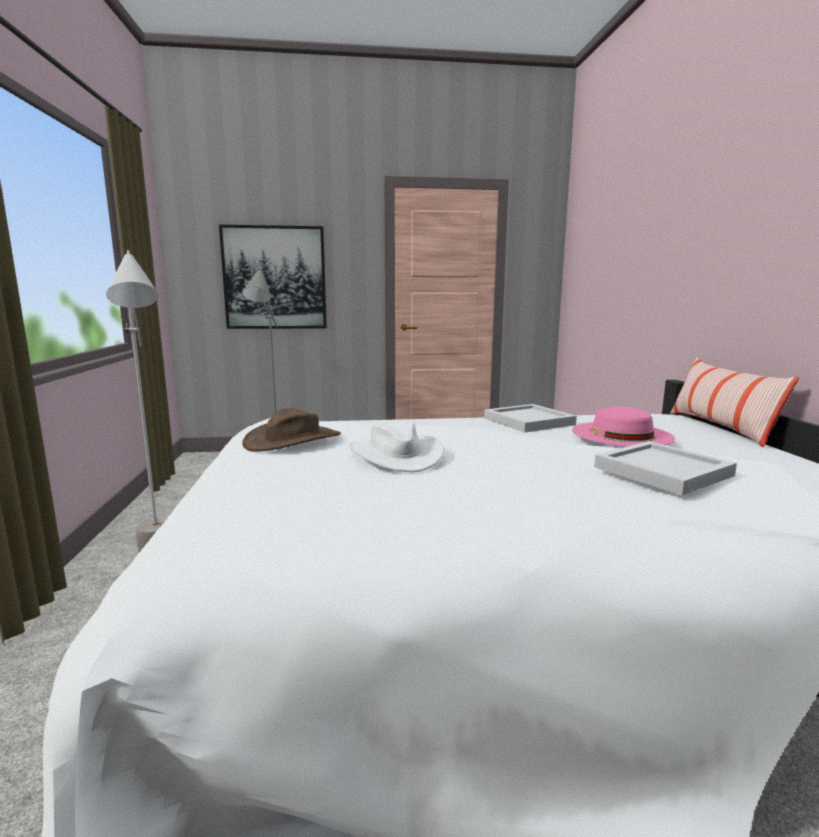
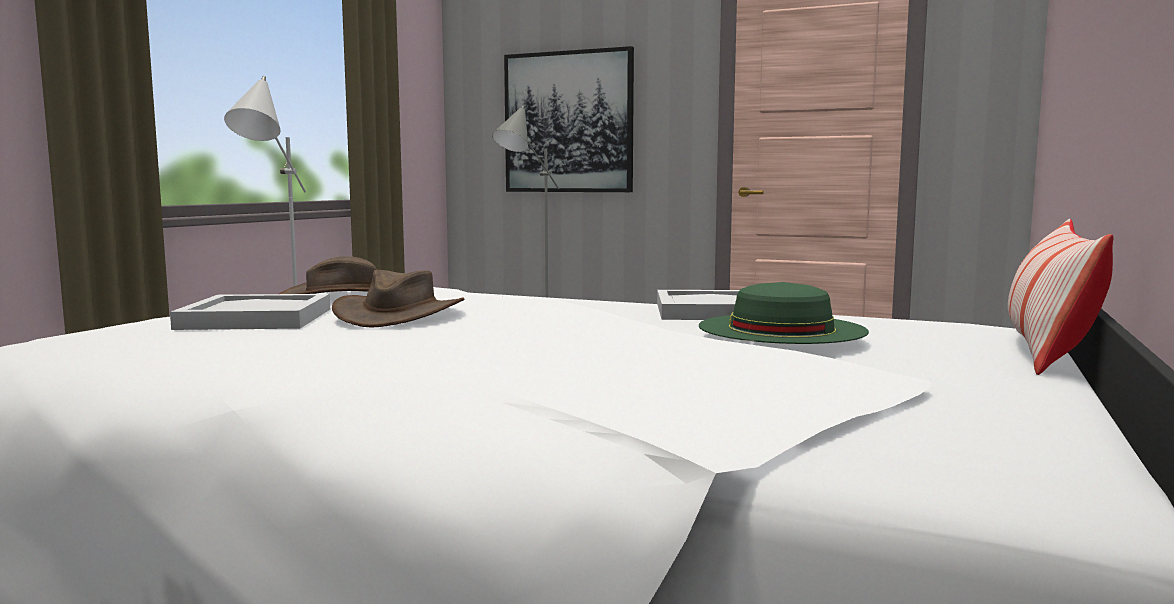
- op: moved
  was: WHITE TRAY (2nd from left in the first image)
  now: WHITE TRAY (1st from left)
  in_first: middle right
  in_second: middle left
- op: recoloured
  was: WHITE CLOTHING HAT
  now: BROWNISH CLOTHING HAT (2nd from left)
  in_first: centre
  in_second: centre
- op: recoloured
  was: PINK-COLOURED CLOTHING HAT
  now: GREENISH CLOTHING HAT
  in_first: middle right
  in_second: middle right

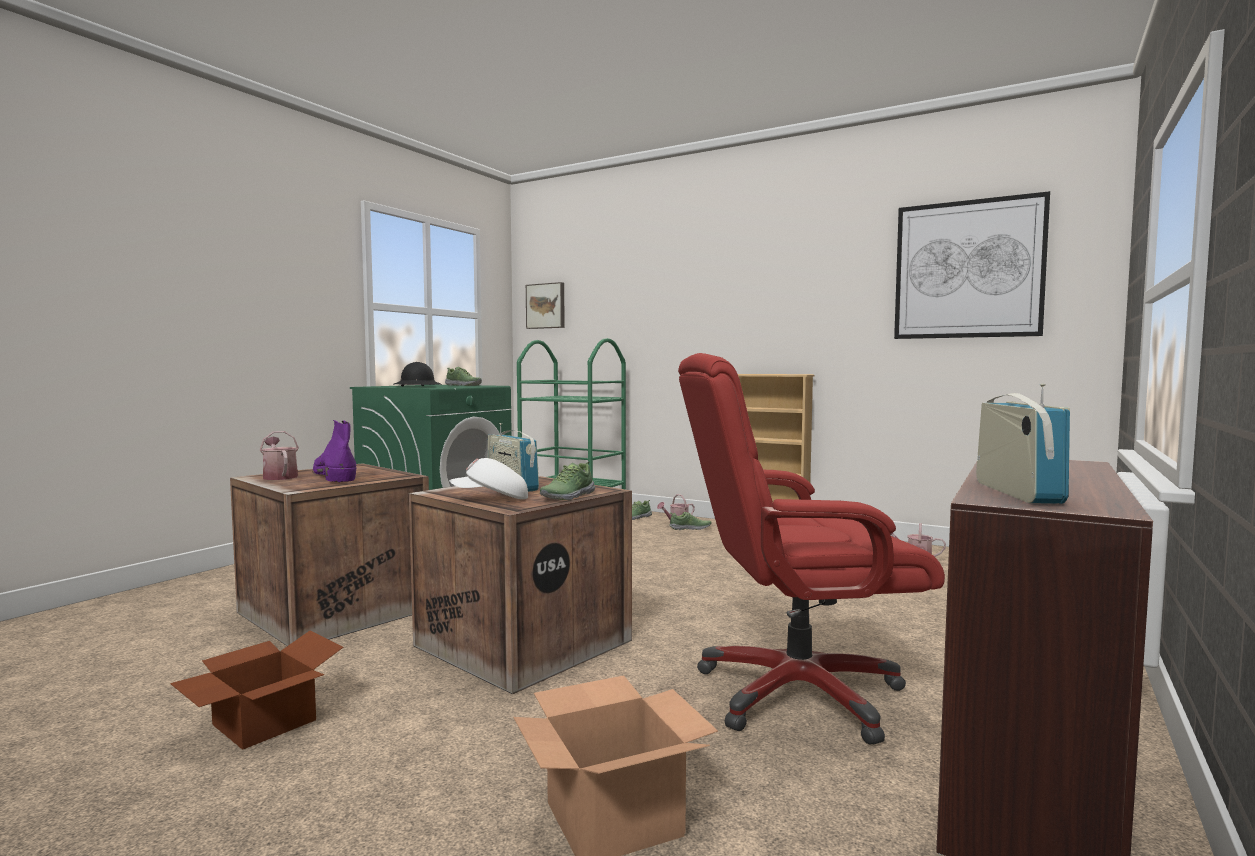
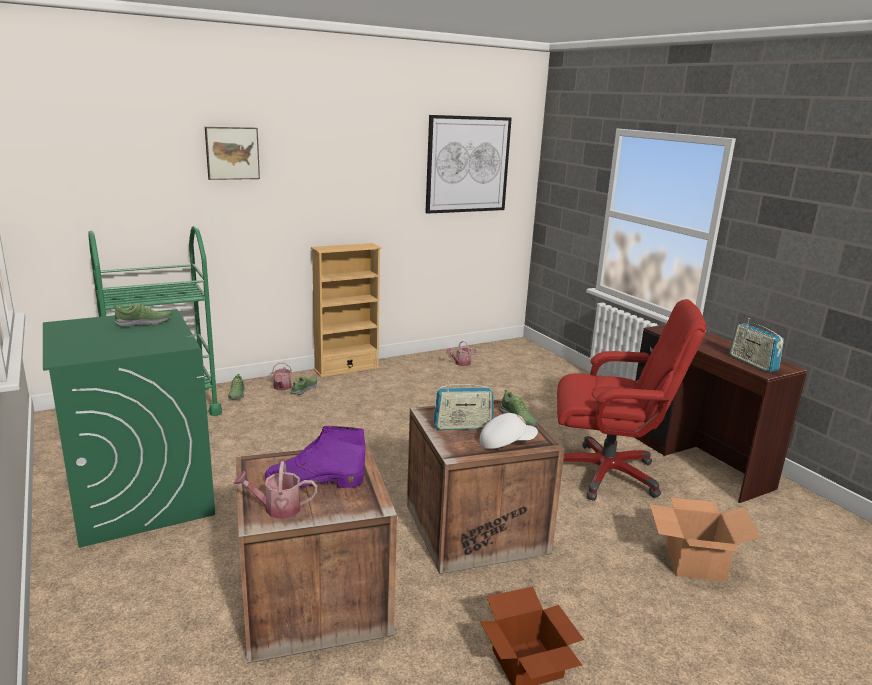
- op: moved
  was: WALL PICTURE (1st from left)
  in_first: centre
  in_second: top left
- op: turned
  was: WHITE PEAKED CAP
  in_first: centre
  in_second: centre
  clockwise: -120
- op: turned
  was: RED DESK CHAIR
  in_first: centre
  in_second: middle right
  clockwise: -105
- op: turned
  was: RADIO SET (2nd from left)
  in_first: middle right
  in_second: middle right
  clockwise: -150
- op: removed
  was: BLACK SAFETY HELMET
  in_first: middle left

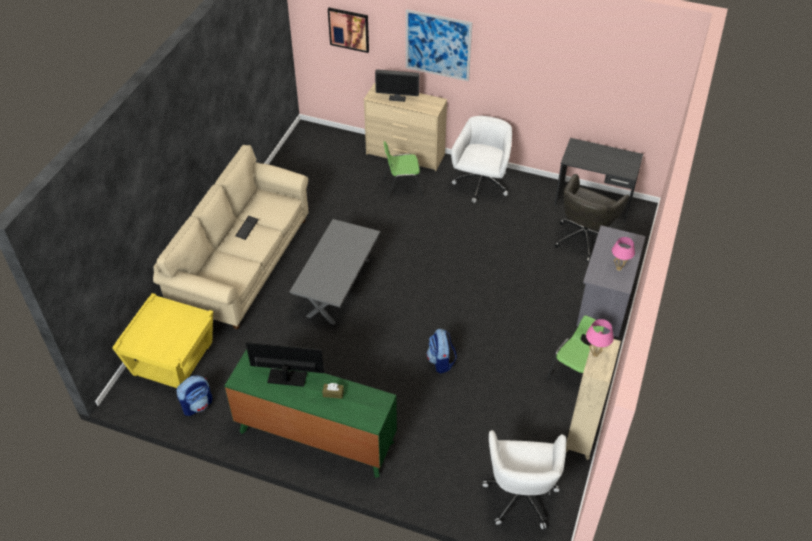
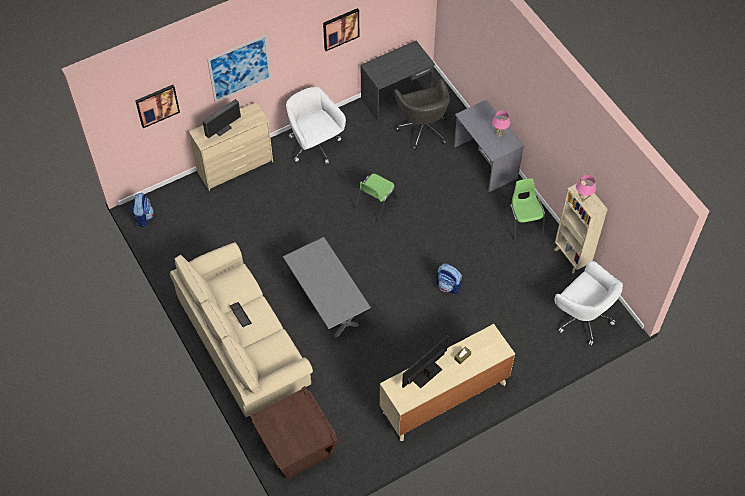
- op: moved
  was: RUCKSACK (1st from left)
  in_first: bottom left
  in_second: middle left
- op: recoloured
  was: YELLOWISH SIDE TABLE
  now: BROWNISH SIDE TABLE
  in_first: middle left
  in_second: bottom centre
- op: added
  now: WALL PICTURE (3rd from left)
  in_second: top centre
- op: moved
  was: GREENISH CHAIR (1st from left)
  in_first: top centre
  in_second: centre
- op: recoloured
  was: GREENISH CHEST OF DRAWERS
  now: SAND-COLOURED CHEST OF DRAWERS (2nd from left)
  in_first: bottom centre
  in_second: bottom centre

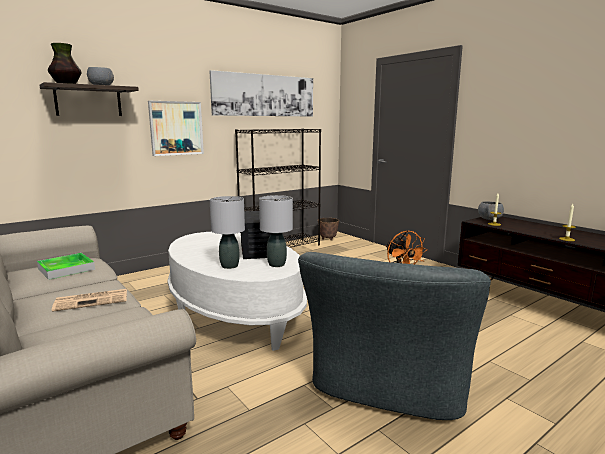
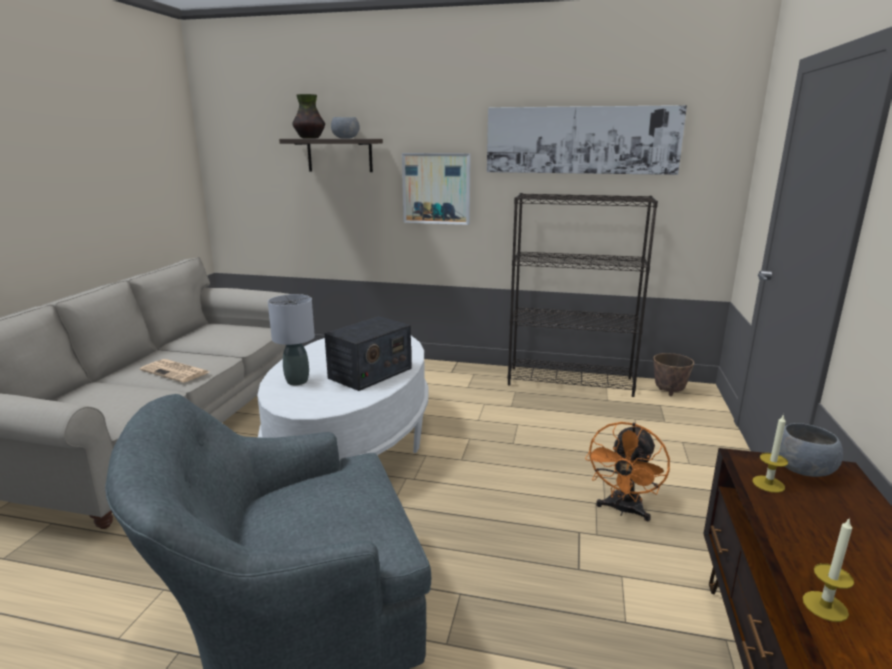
- op: removed
  was: TRAY
  in_first: middle left
- op: removed
  was: GRAY TABLETOP LAMP (2nd from left)
  in_first: centre

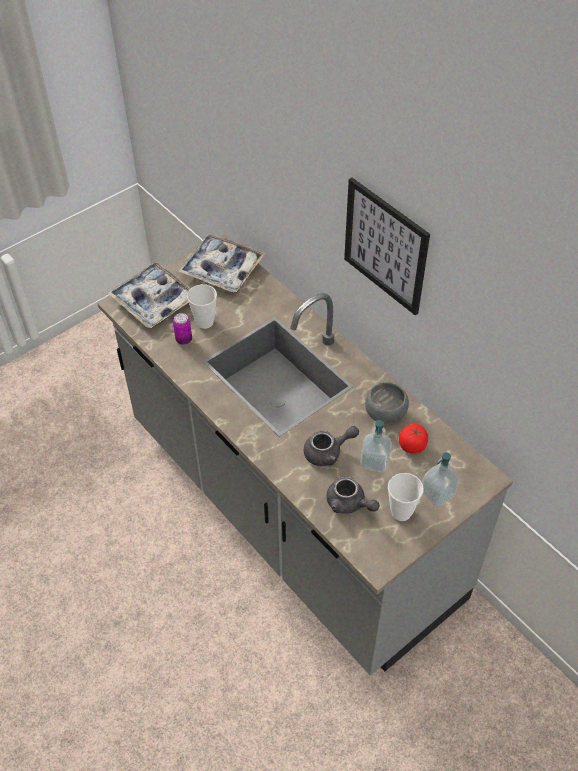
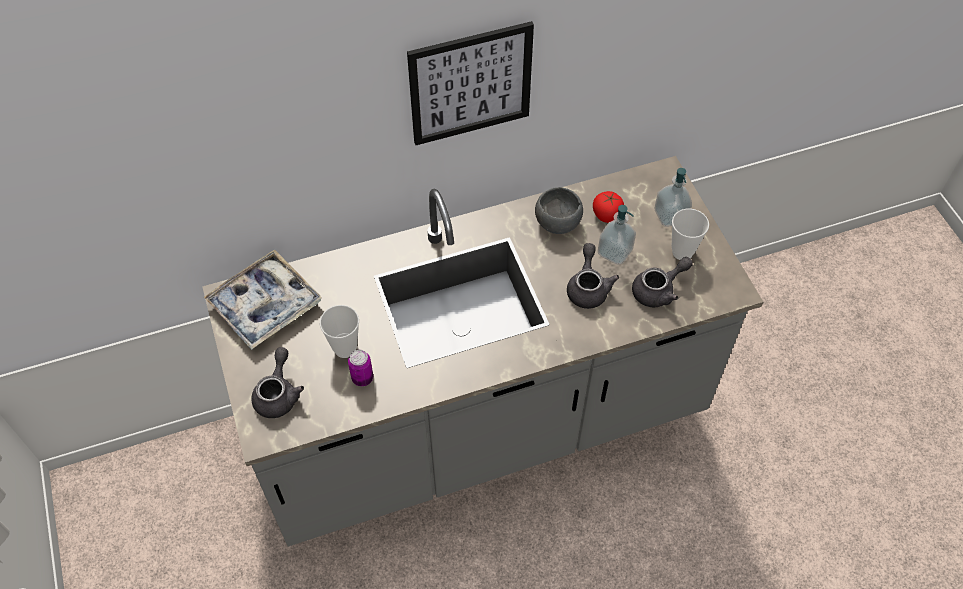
- op: replaced
  was: TRAY (1st from left)
  now: GRAY TEA POT (1st from left)
  in_first: middle left
  in_second: middle left

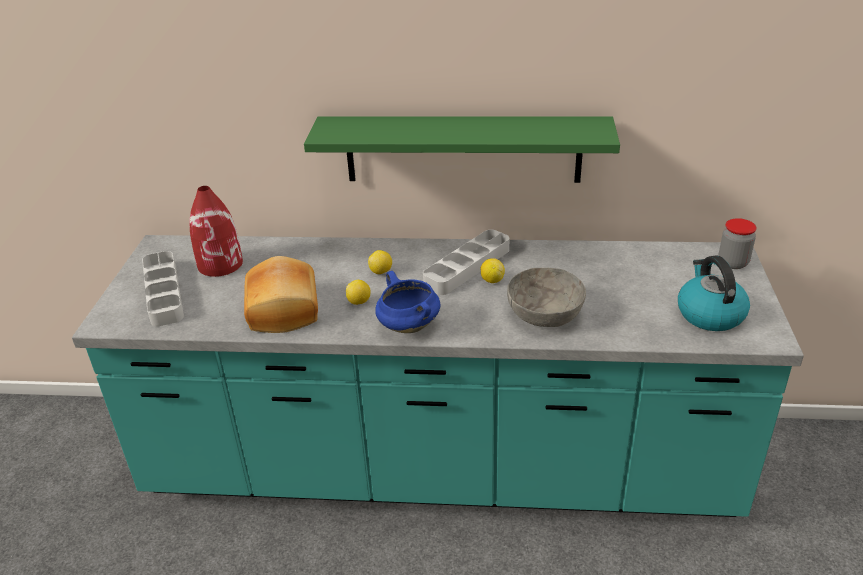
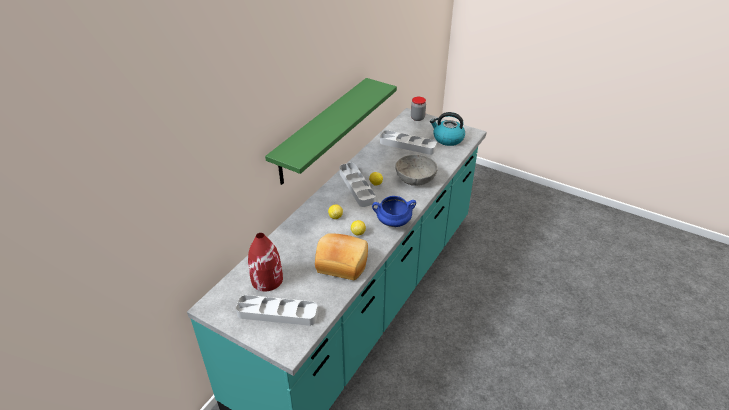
- op: added
  now: GRAY TRAY (3rd from left)
  in_second: centre

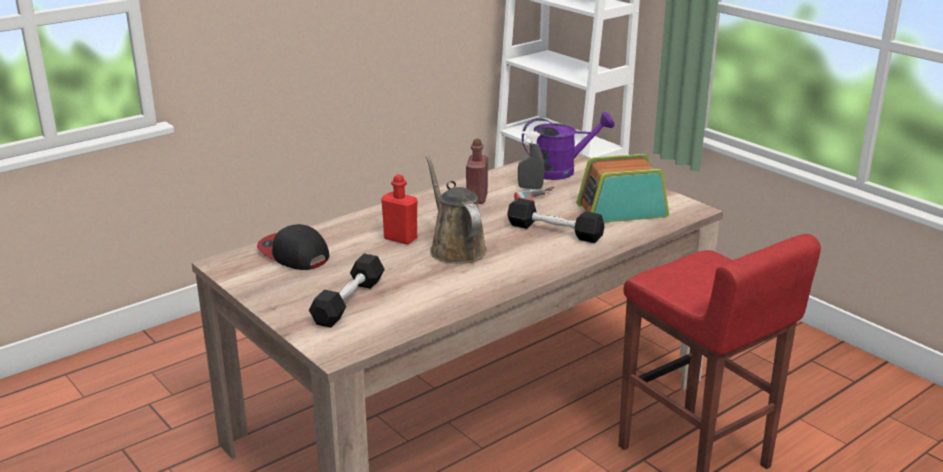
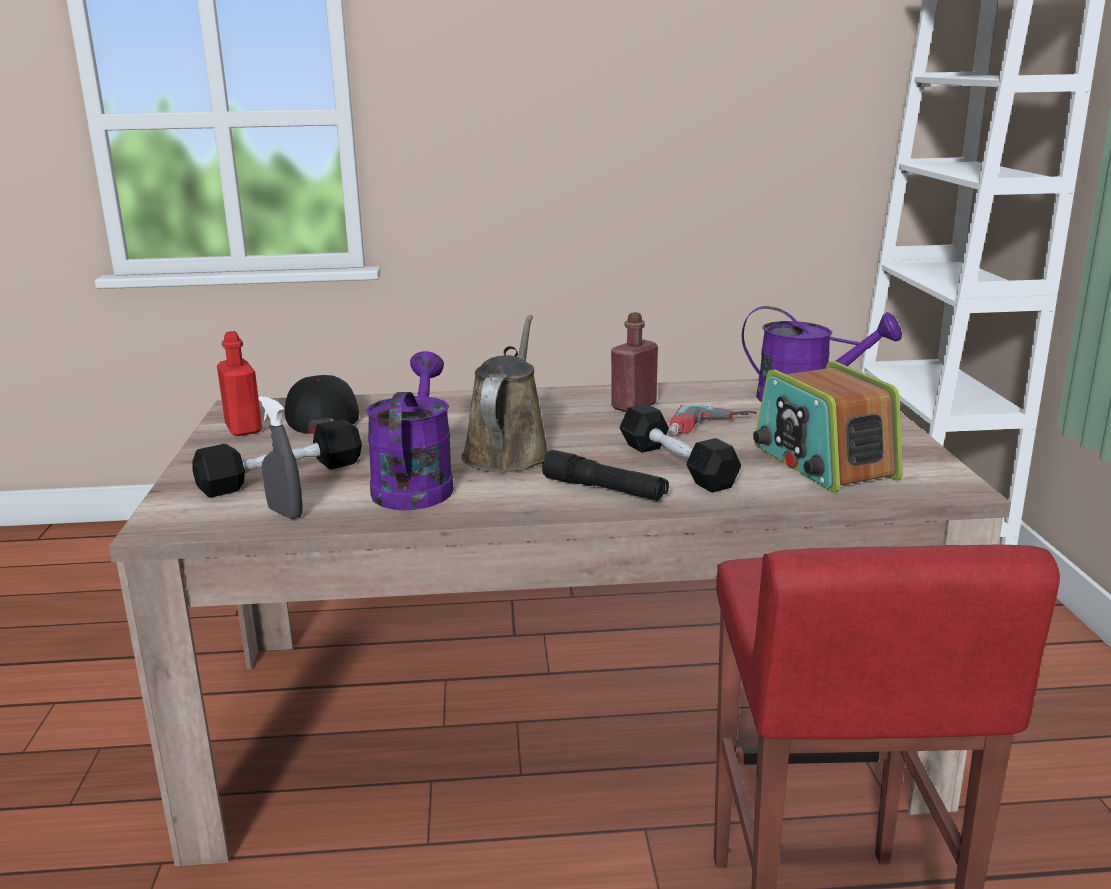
- op: moved
  was: RED BEVERAGE BOTTLE (1st from left)
  in_first: centre
  in_second: middle left
- op: moved
  was: GRAY SPRAY BOTTLE
  in_first: centre
  in_second: middle left
- op: added
  now: PURPLE WATERING CAN (1st from left)
  in_second: centre
- op: added
  now: BLACK TORCH
  in_second: centre
- op: turned
  was: RADIO SET
  in_first: centre
  in_second: middle right
  clockwise: -135

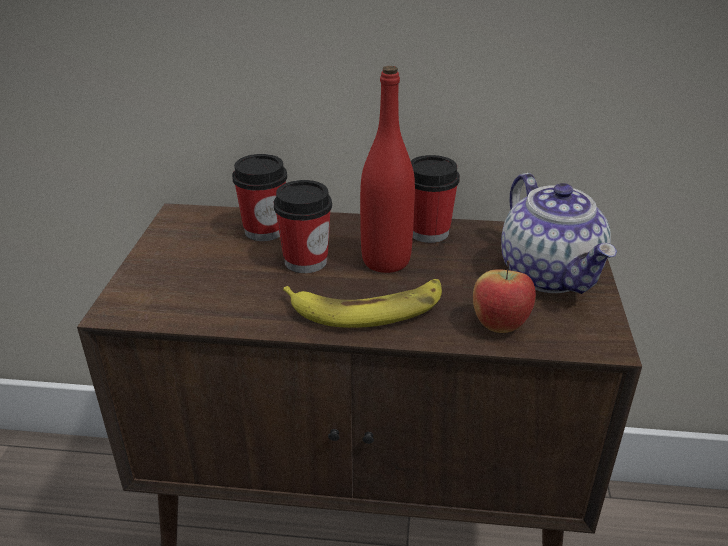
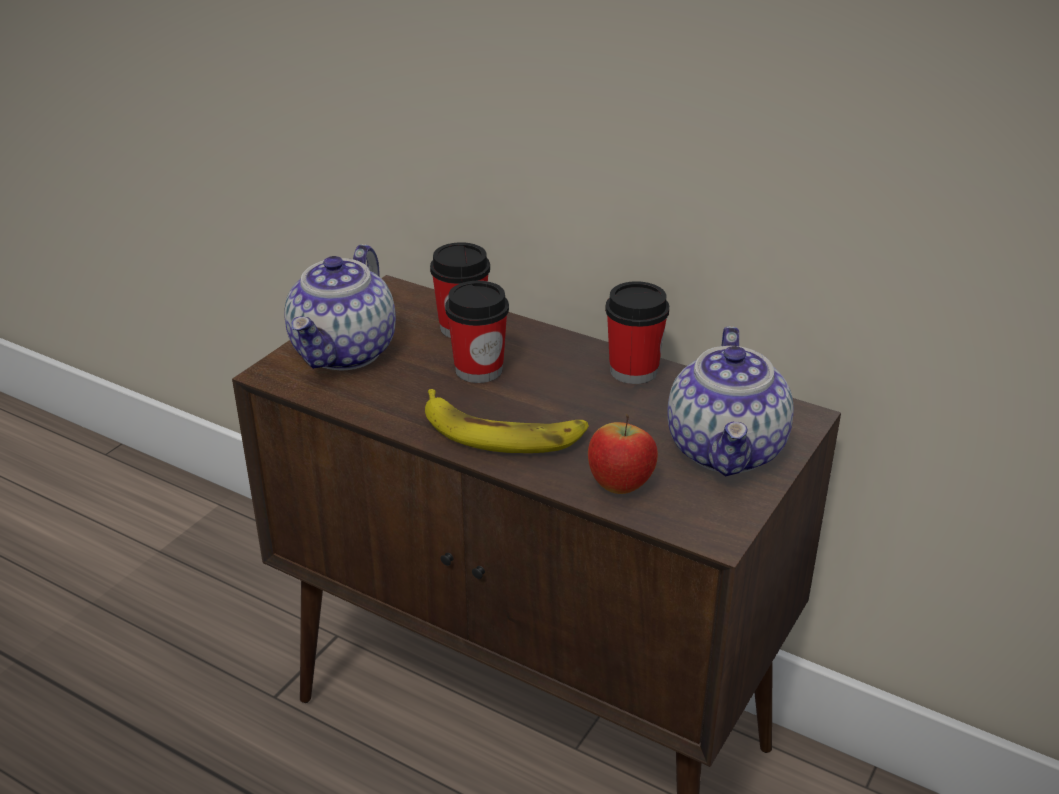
- op: added
  now: TEA POT (1st from left)
  in_second: middle left
- op: removed
  was: RED BEVERAGE BOTTLE
  in_first: top centre

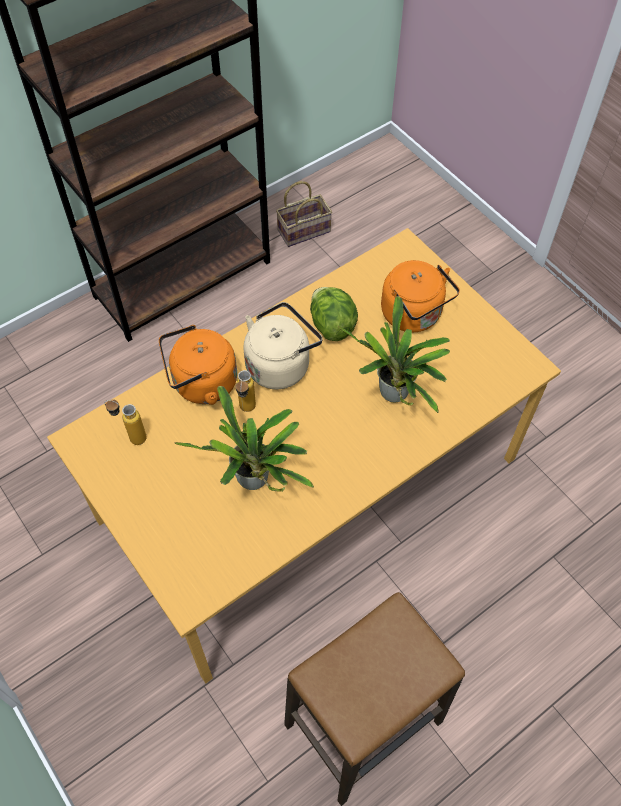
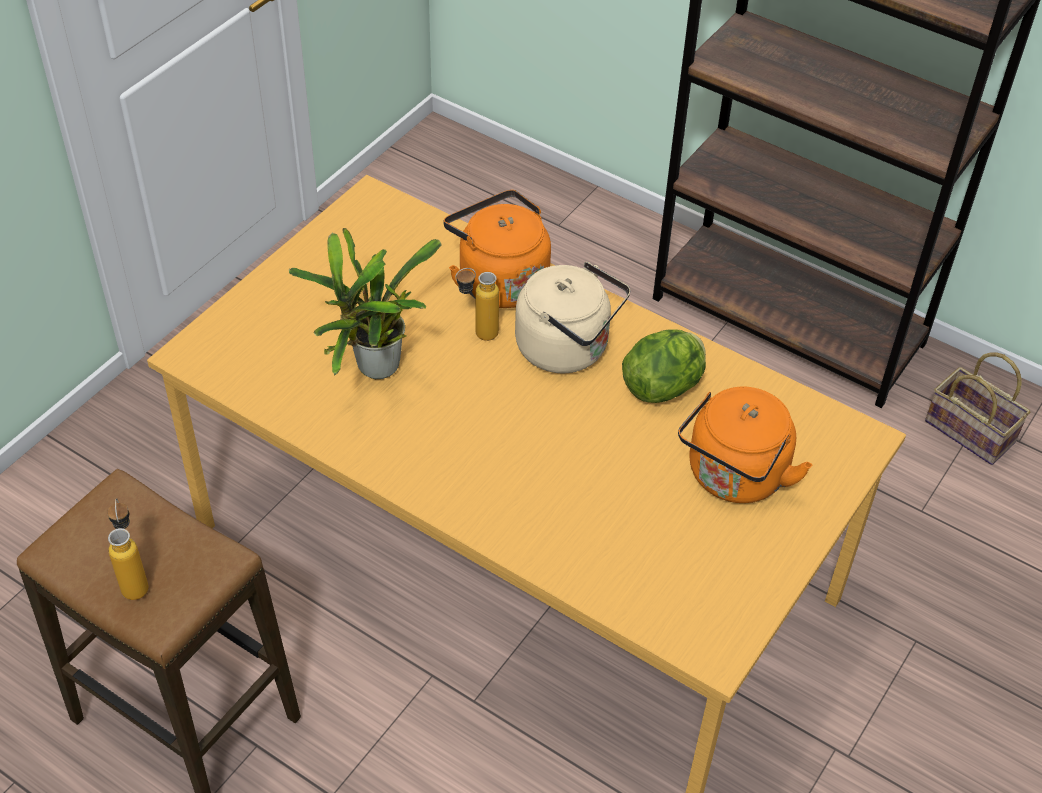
- op: moved
  was: BEVERAGE BOTTLE (1st from left)
  in_first: middle left
  in_second: bottom left
- op: removed
  was: PLANT IN A POT (2nd from left)
  in_first: centre

